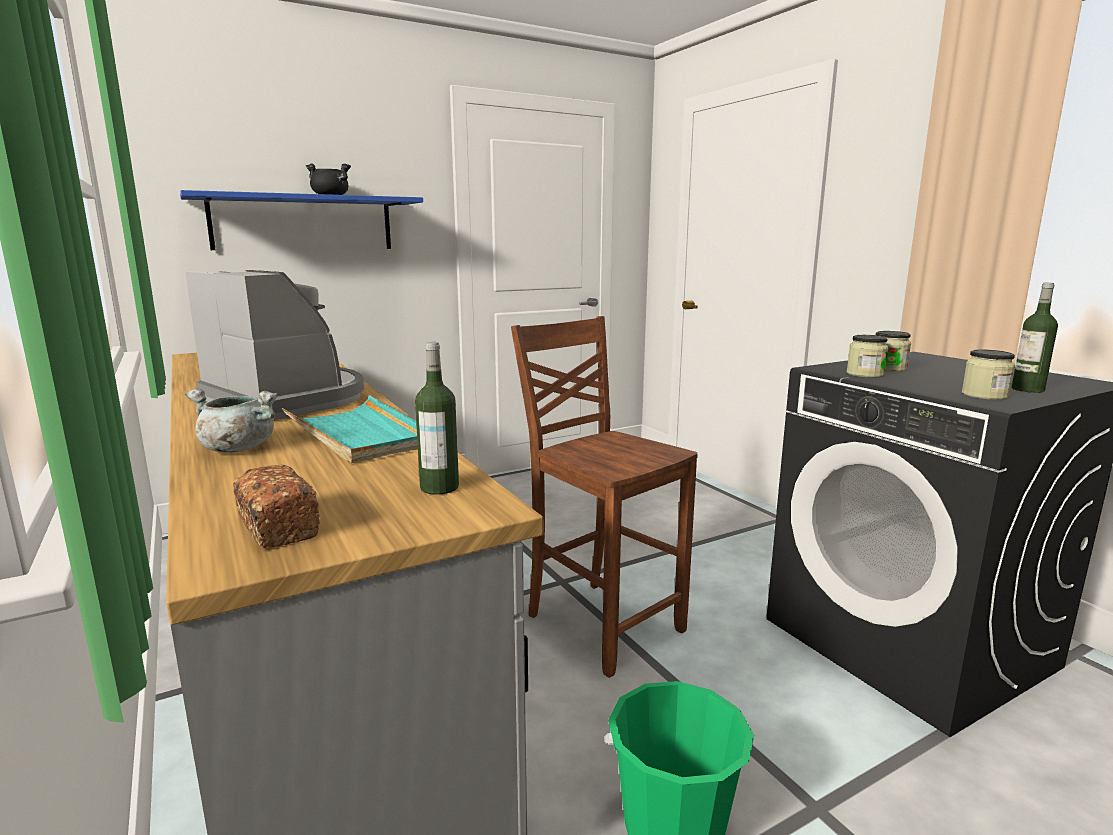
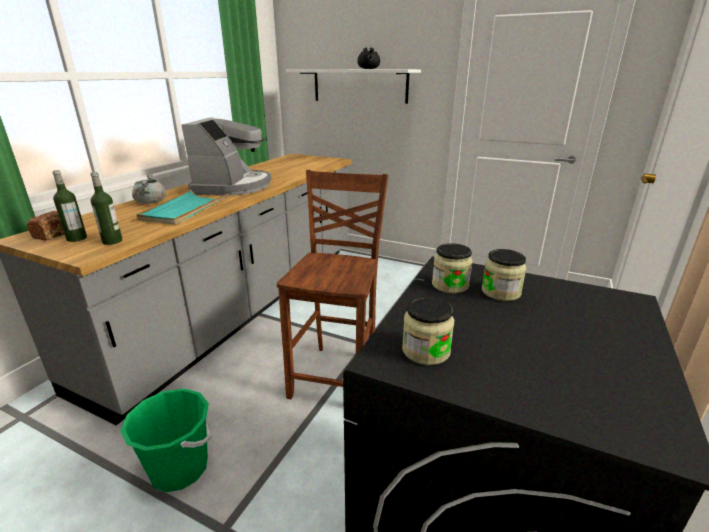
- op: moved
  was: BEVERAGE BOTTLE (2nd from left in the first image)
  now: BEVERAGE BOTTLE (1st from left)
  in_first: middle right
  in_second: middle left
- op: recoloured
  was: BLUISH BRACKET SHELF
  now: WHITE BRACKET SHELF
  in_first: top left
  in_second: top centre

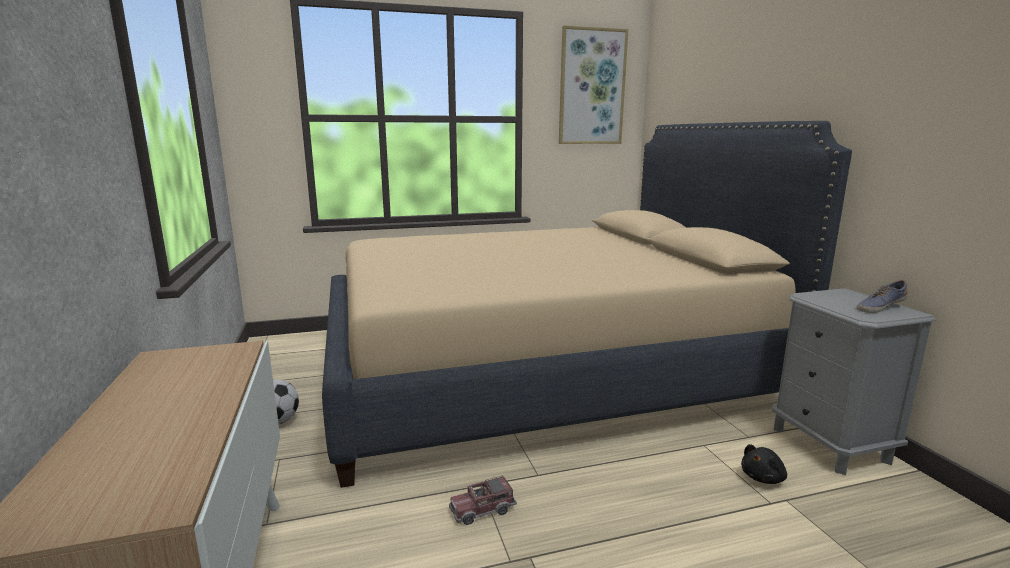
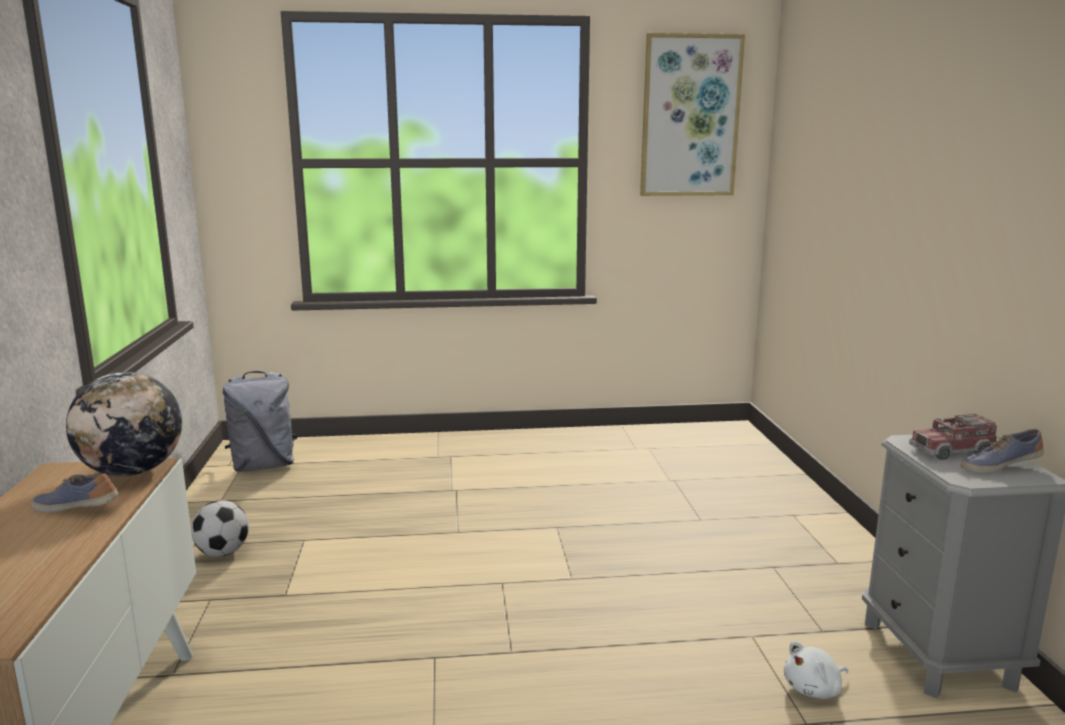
- op: added
  now: ITEM OF FOOTWEAR (1st from left)
  in_second: bottom left
- op: added
  now: DESK GLOBE
  in_second: middle left
- op: added
  now: GRAY RUCKSACK
  in_second: middle left
- op: recoloured
  was: BLACK PLUSH TOY
  now: WHITE PLUSH TOY
  in_first: bottom right
  in_second: bottom right
- op: moved
  was: MODEL TRUCK
  in_first: bottom centre
  in_second: middle right
- op: removed
  was: SAND-COLOURED SLEEPING BED
  in_first: centre

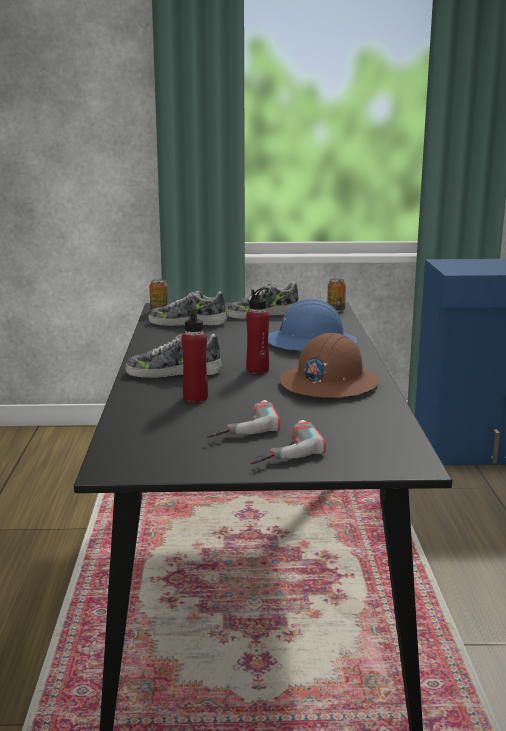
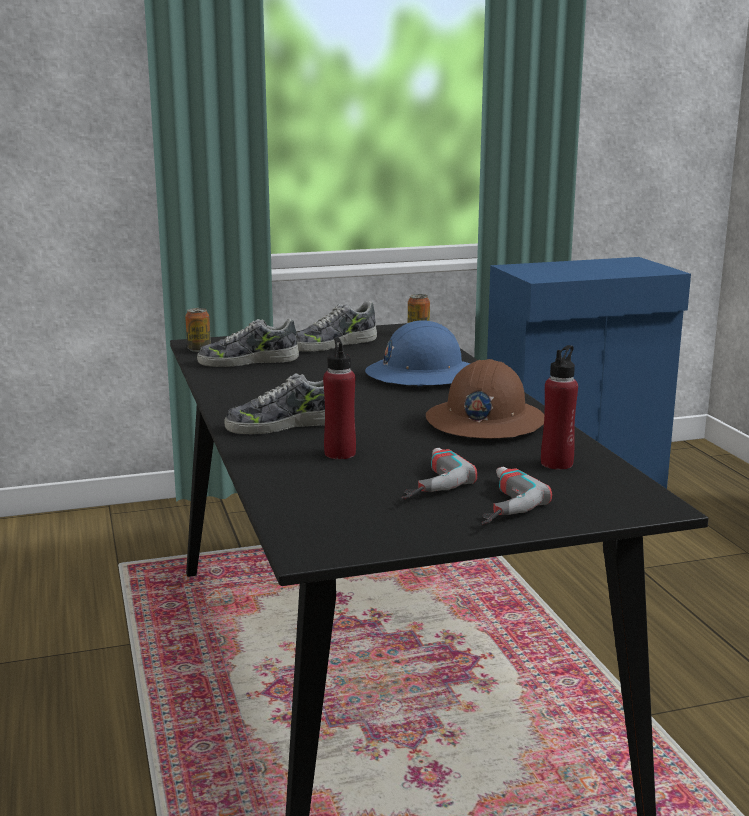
- op: moved
  was: RED BEVERAGE BOTTLE (2nd from left)
  in_first: centre
  in_second: middle right

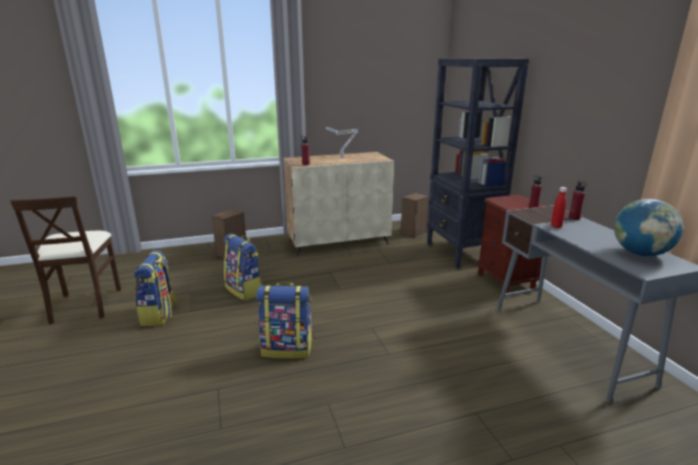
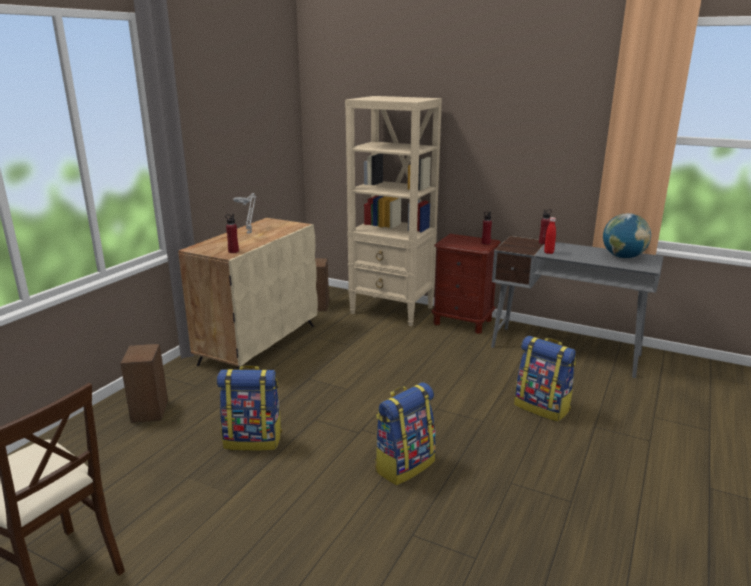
- op: recoloured
  was: BLACK BOOKSHELF
  now: SAND-COLOURED BOOKSHELF
  in_first: middle right
  in_second: centre
- op: moved
  was: RUCKSACK (1st from left in the first image)
  now: RUCKSACK (3rd from left)
  in_first: middle left
  in_second: middle right

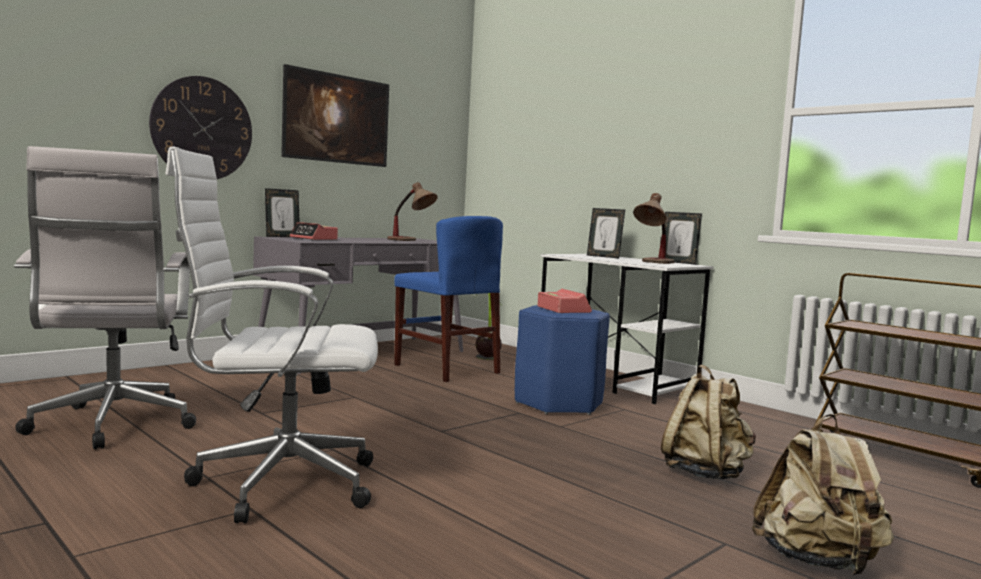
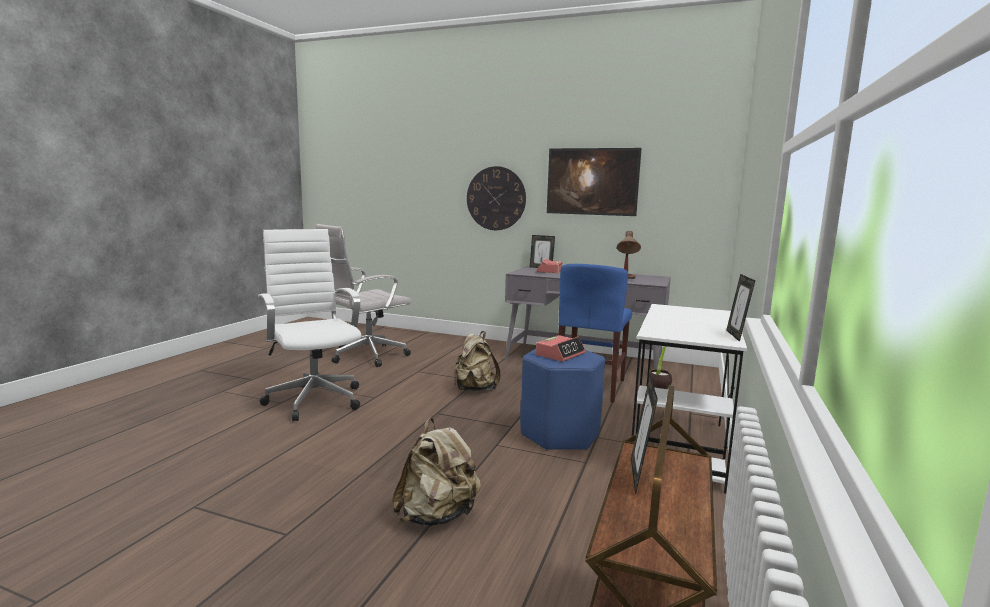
- op: moved
  was: SAND-COLOURED RUCKSACK (2nd from left)
  in_first: bottom right
  in_second: centre
- op: moved
  was: PICTURE FRAME (2nd from left)
  in_first: centre
  in_second: bottom centre
- op: removed
  was: TABLETOP LAMP (2nd from left)
  in_first: middle right

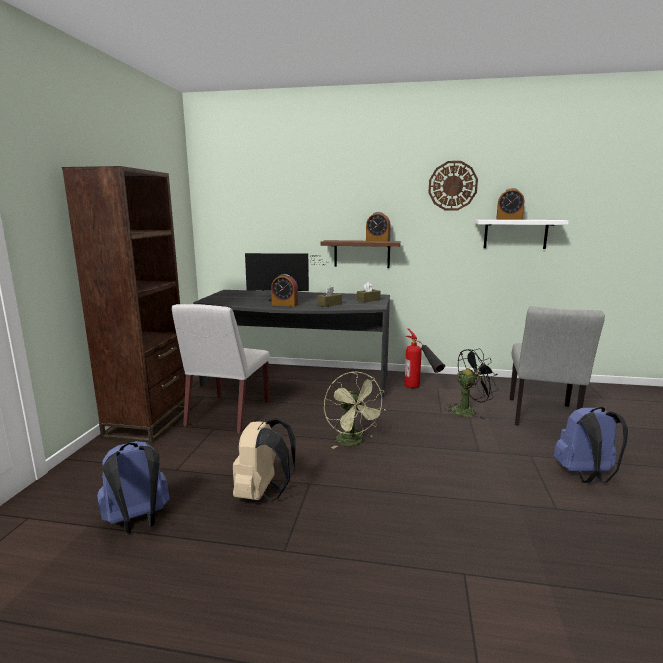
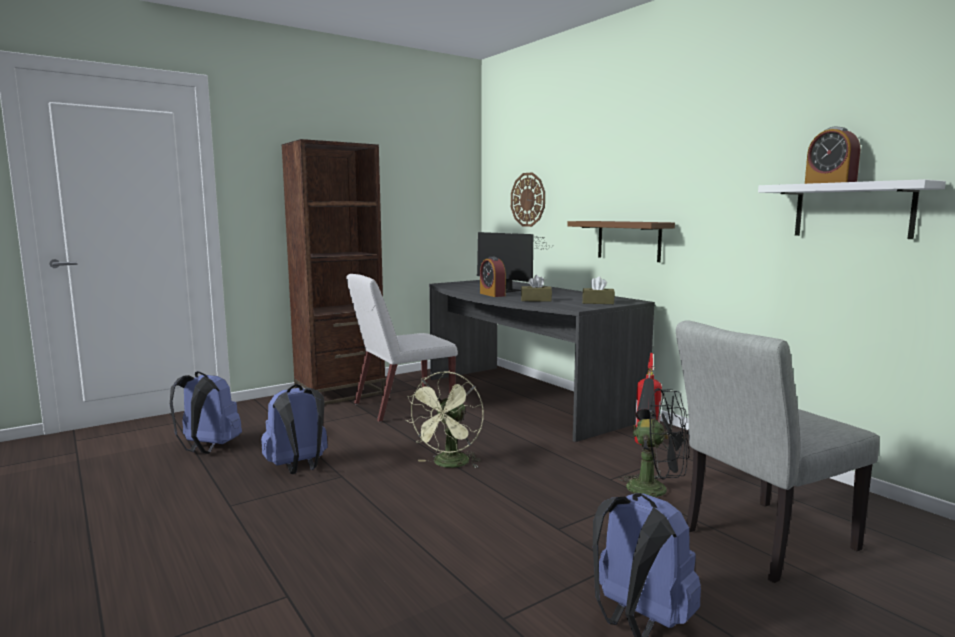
- op: recoloured
  was: SAND-COLOURED RUCKSACK
  now: BLUISH RUCKSACK (2nd from left)
  in_first: bottom centre
  in_second: bottom left
- op: moved
  was: WALL CLOCK
  in_first: top right
  in_second: top centre
- op: removed
  was: ALARM CLOCK (2nd from left)
  in_first: centre

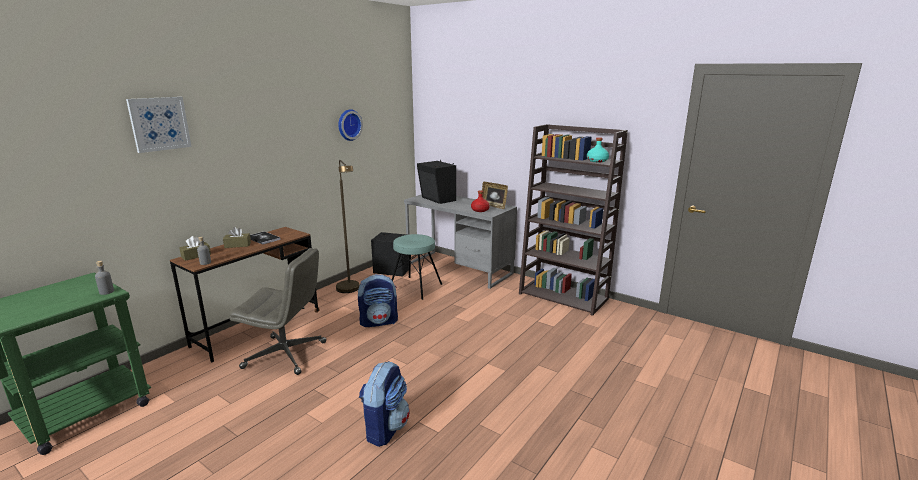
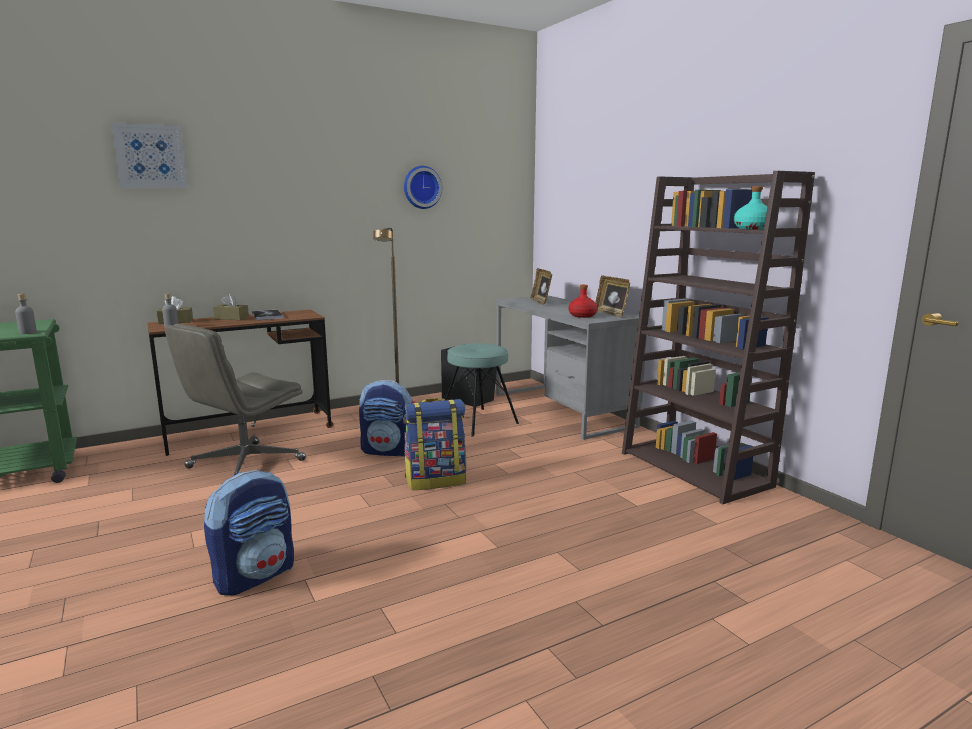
- op: turned
  was: GRAY DESK CHAIR
  in_first: middle left
  in_second: middle left
  clockwise: 90
- op: added
  now: RUCKSACK (3rd from left)
  in_second: centre
- op: replaced
  was: BLACK AUDIO SPEAKER (2nd from left)
  now: PICTURE FRAME (1st from left)
  in_first: centre
  in_second: centre

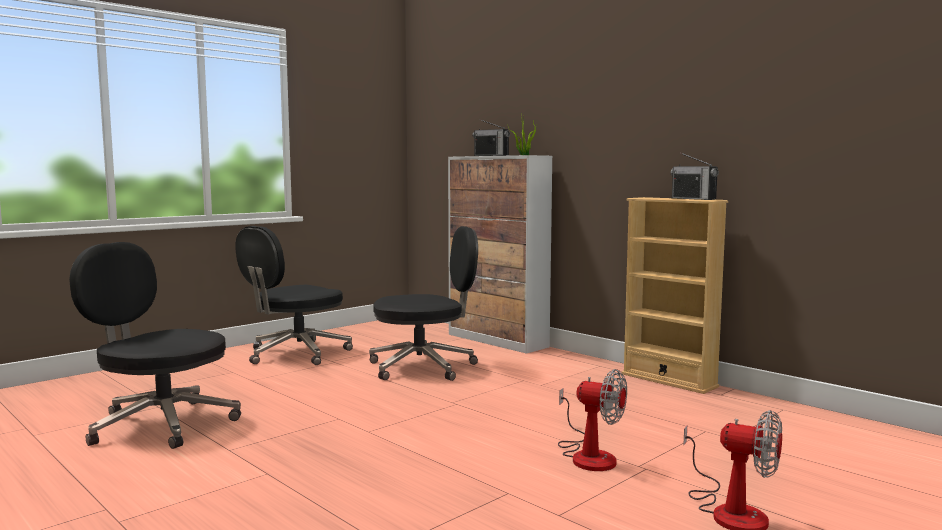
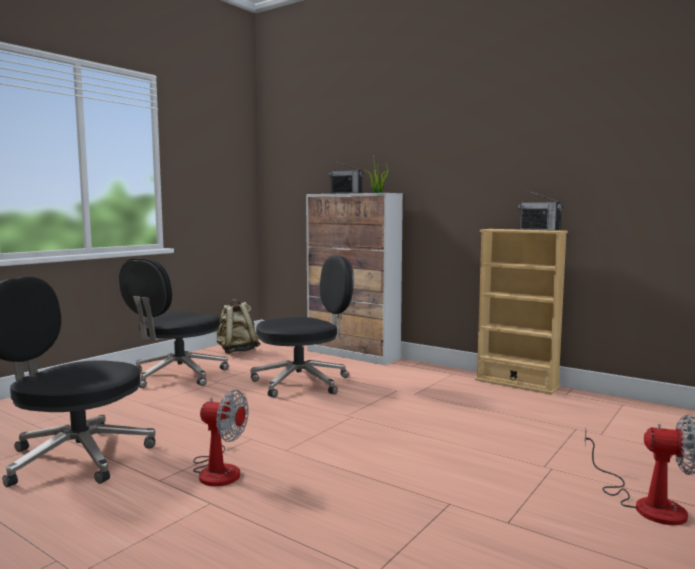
- op: moved
  was: COOLING FAN (1st from left)
  in_first: bottom centre
  in_second: bottom left
- op: added
  now: SAND-COLOURED RUCKSACK
  in_second: centre

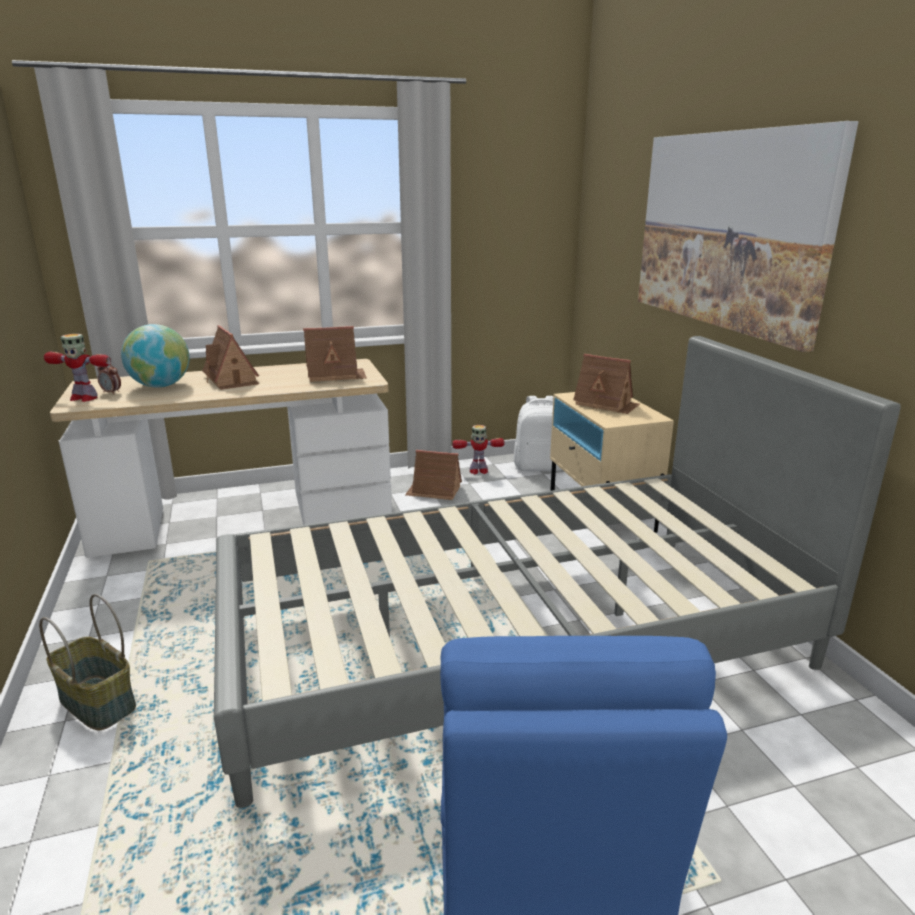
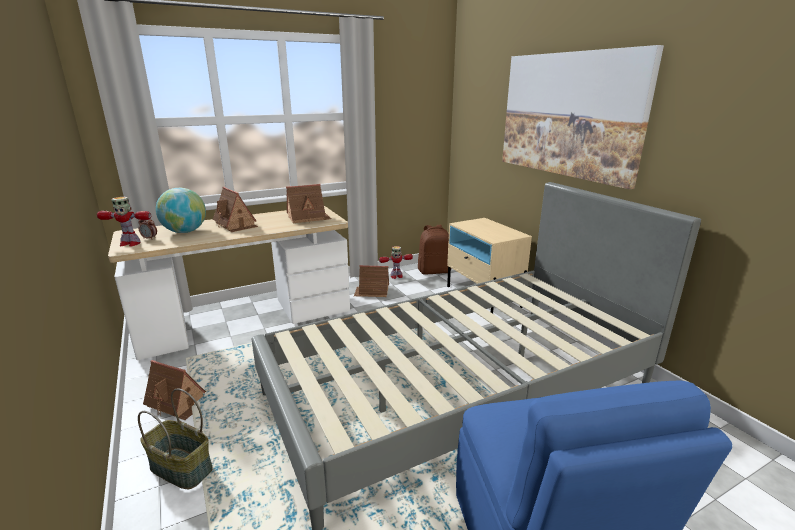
- op: moved
  was: MINIATURE HOUSE (4th from left in the first image)
  now: MINIATURE HOUSE (1st from left)
  in_first: centre
  in_second: bottom left
- op: recoloured
  was: WHITE RUCKSACK
  now: BROWNISH RUCKSACK
  in_first: centre
  in_second: centre

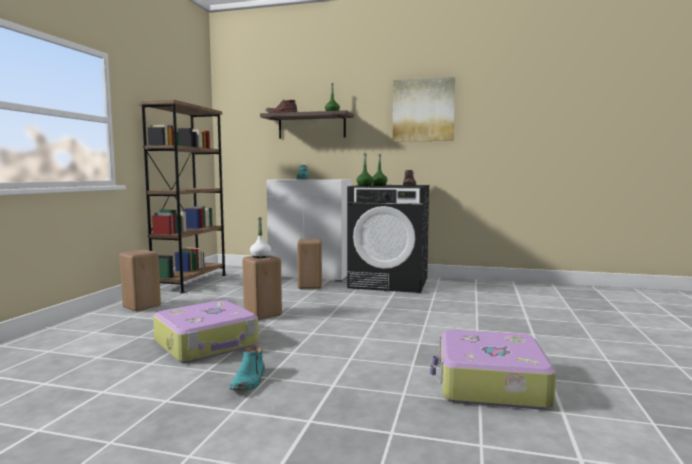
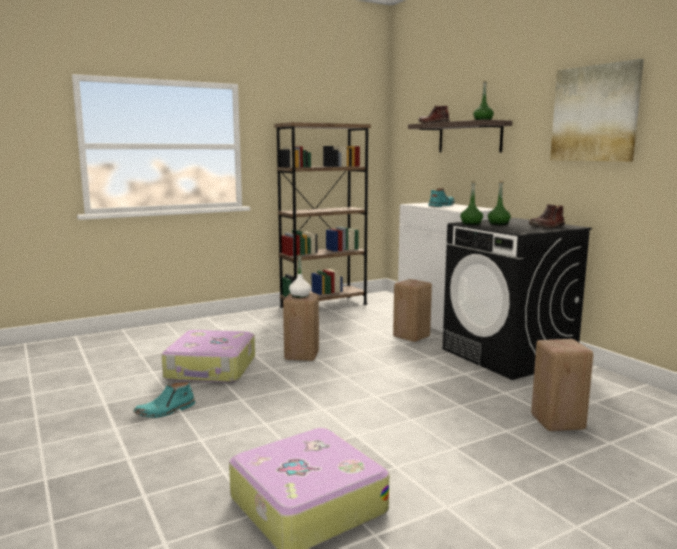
- op: moved
  was: SAND-COLOURED STOOL (1st from left in the first image)
  now: SAND-COLOURED STOOL (3rd from left)
  in_first: middle left
  in_second: bottom right

